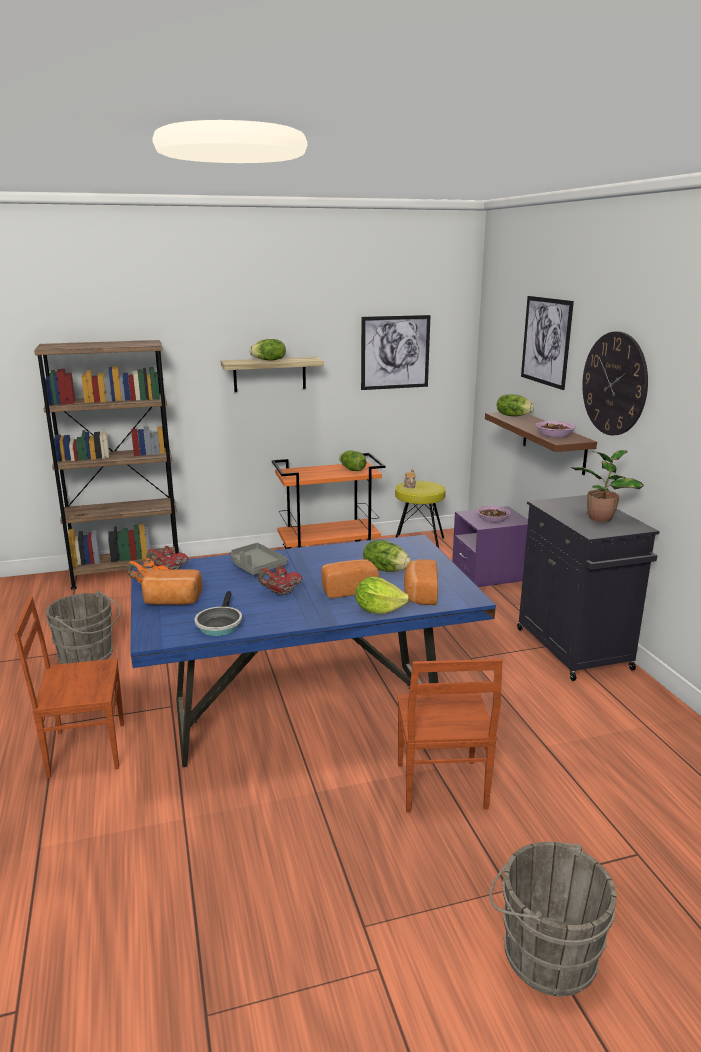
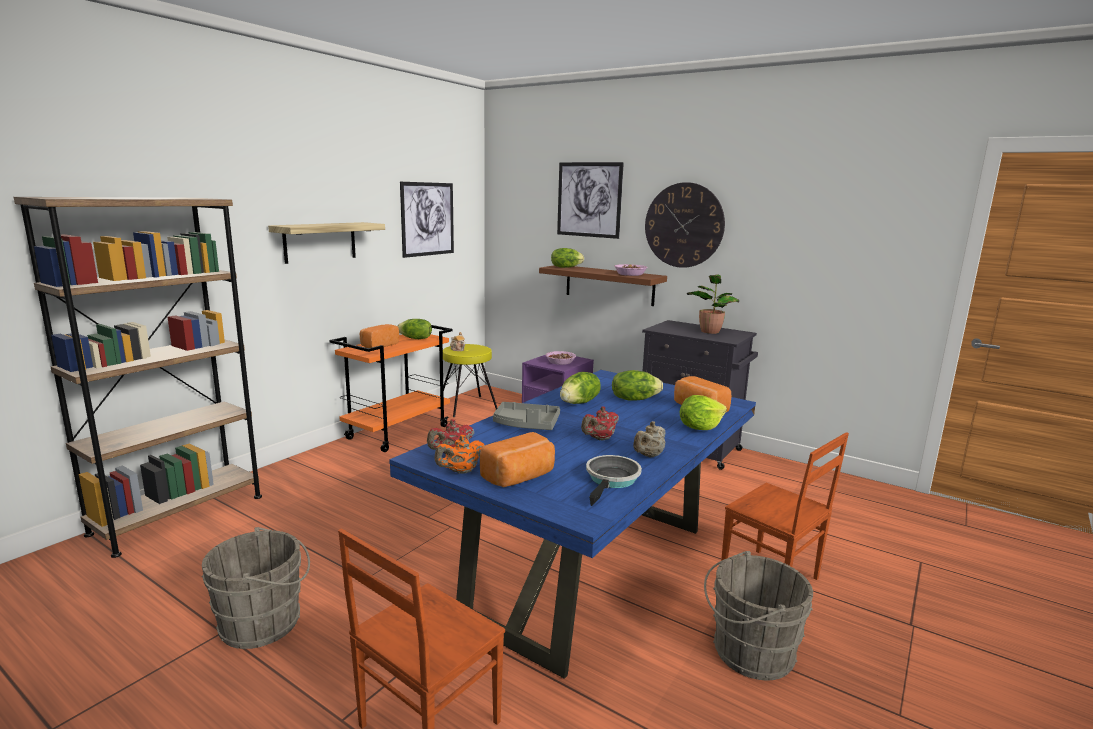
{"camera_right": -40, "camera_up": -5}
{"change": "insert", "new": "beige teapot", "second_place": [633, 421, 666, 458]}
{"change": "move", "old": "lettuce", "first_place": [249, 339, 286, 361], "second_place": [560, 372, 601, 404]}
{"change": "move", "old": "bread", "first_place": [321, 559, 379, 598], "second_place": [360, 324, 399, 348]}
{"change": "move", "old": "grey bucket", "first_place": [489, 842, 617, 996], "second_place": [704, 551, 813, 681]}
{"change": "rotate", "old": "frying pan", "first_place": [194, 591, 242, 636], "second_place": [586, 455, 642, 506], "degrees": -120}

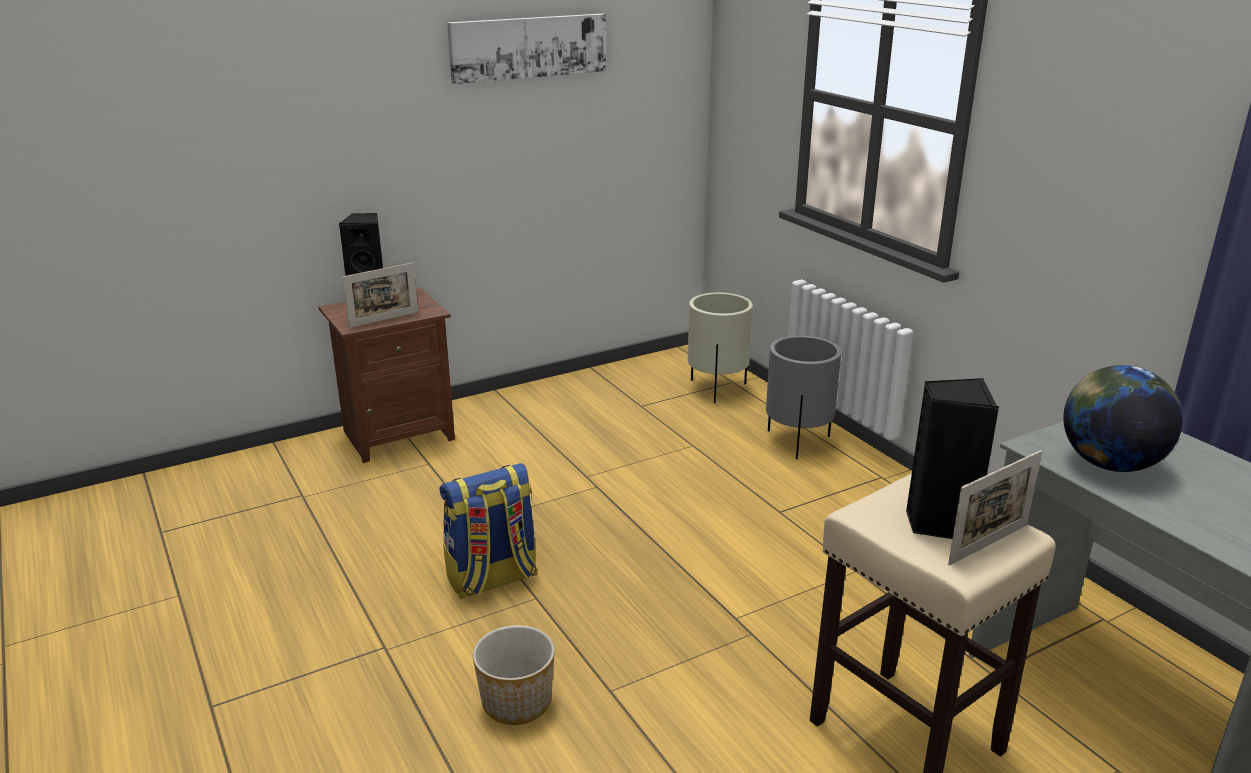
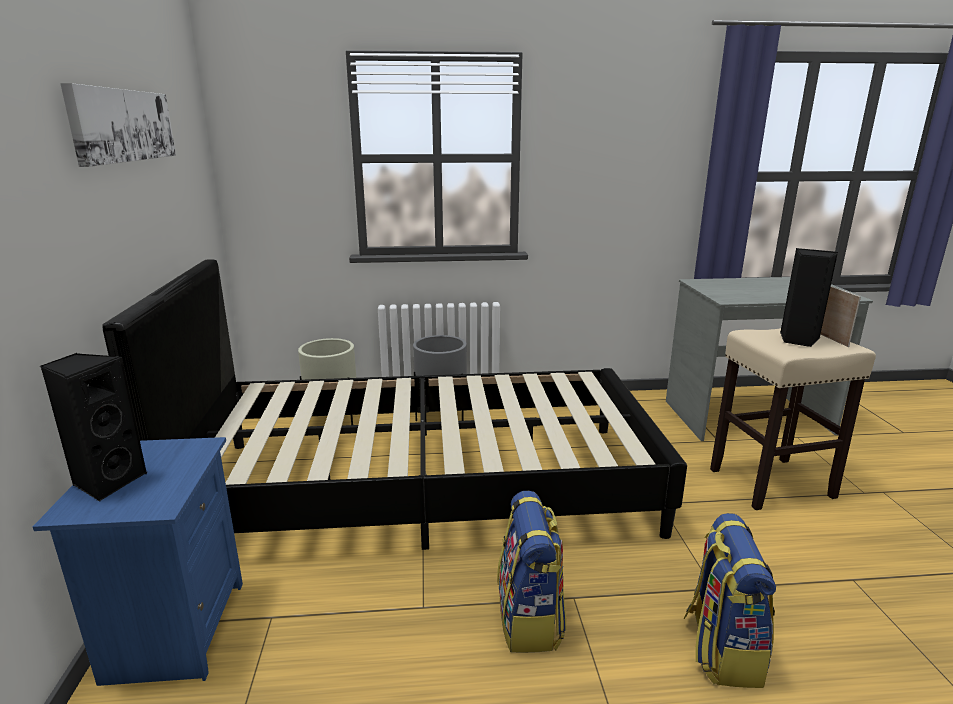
{"camera_right": -65, "camera_up": -5}
{"change": "delete", "old": "picture frame", "first_place": [342, 263, 418, 328]}
{"change": "delete", "old": "globe", "first_place": [1063, 365, 1183, 472]}
{"change": "insert", "new": "black bed", "second_place": [103, 259, 687, 550]}
{"change": "replace", "old": "planter", "new": "backpack", "first_place": [473, 625, 555, 725], "second_place": [684, 513, 776, 688]}
{"change": "recolor", "old": "brown nightstand", "new": "blue nightstand", "first_place": [319, 288, 455, 463], "second_place": [33, 437, 243, 686]}

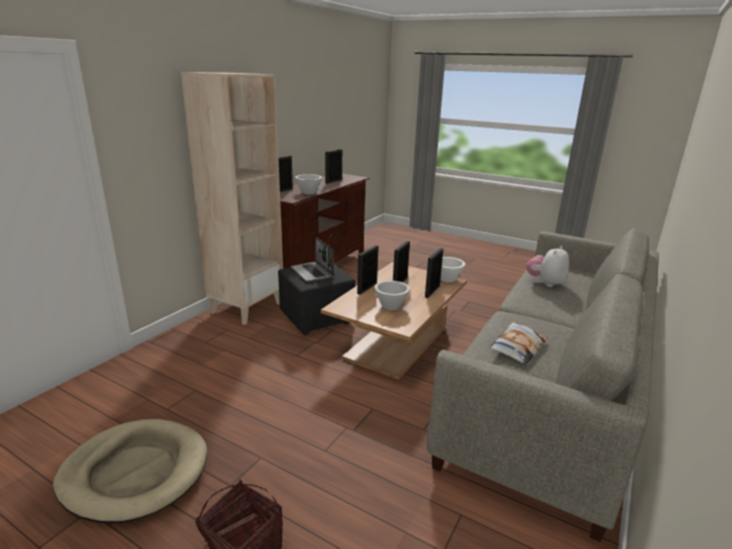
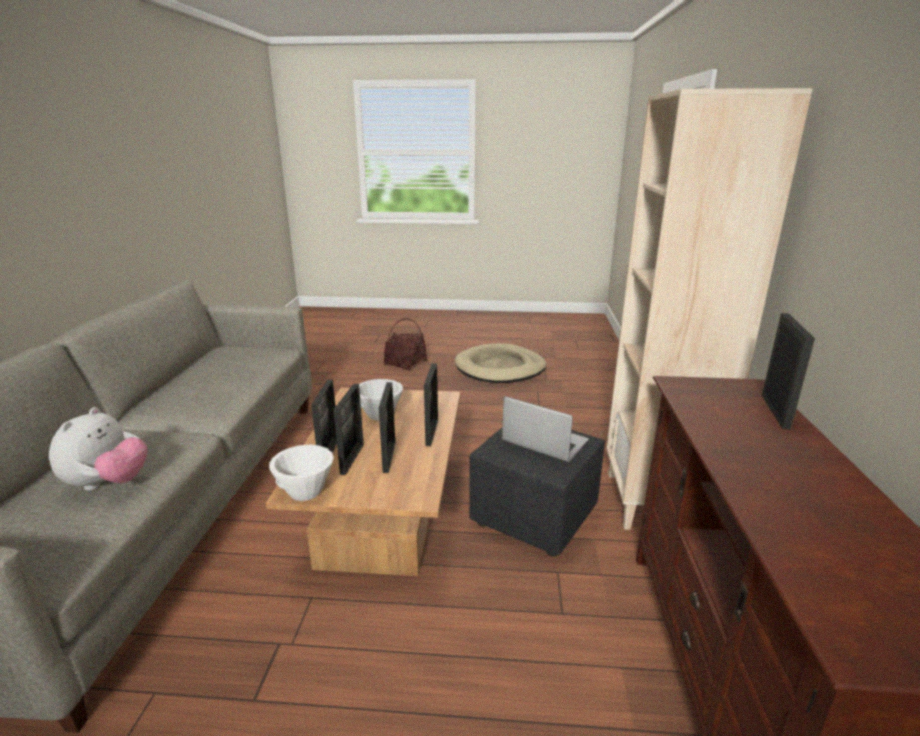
{"camera_right": 155, "camera_up": 0}
{"change": "delete", "old": "white bowl", "first_place": [295, 174, 322, 194]}
{"change": "delete", "old": "pillow", "first_place": [489, 322, 547, 365]}
{"change": "move", "old": "picture frame", "first_place": [325, 149, 342, 184], "second_place": [334, 384, 364, 475]}

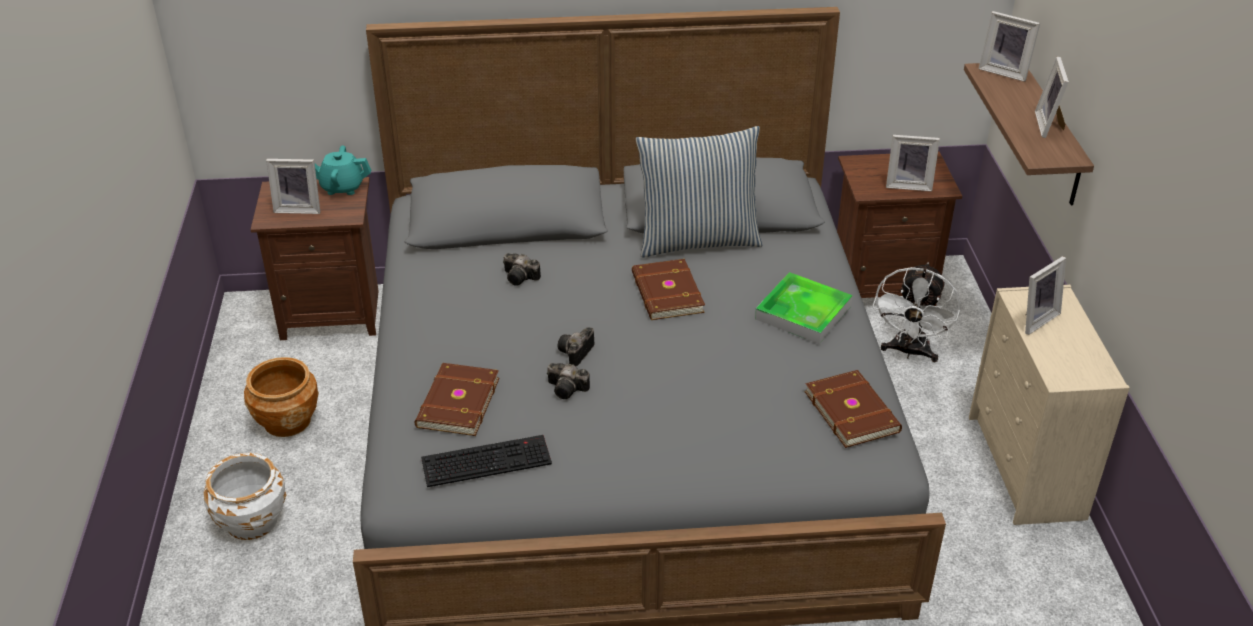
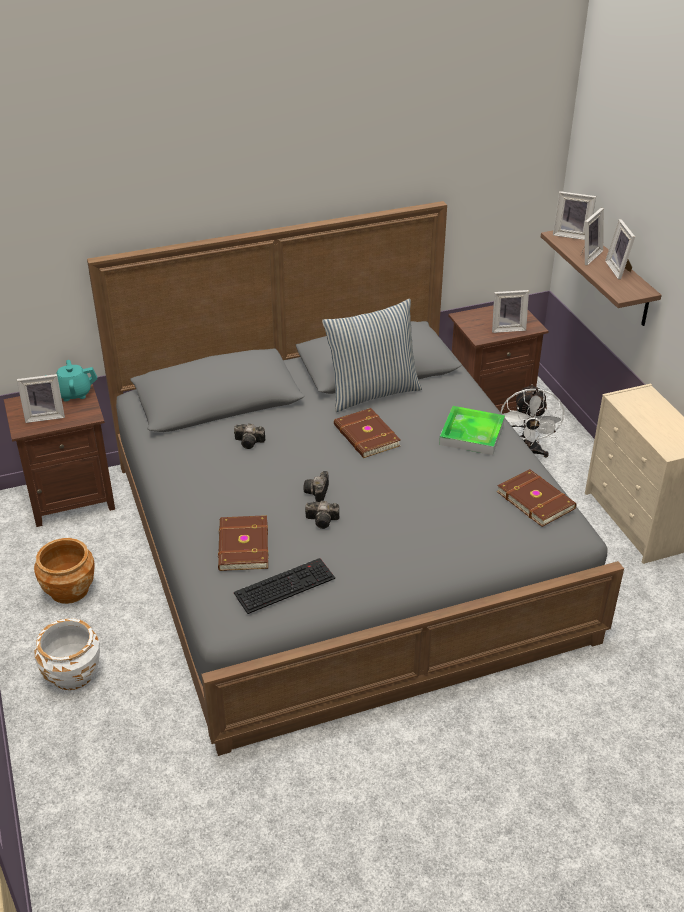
{"camera_right": -15, "camera_up": 0}
{"change": "move", "old": "picture frame", "first_place": [1025, 256, 1066, 335], "second_place": [581, 208, 604, 265]}

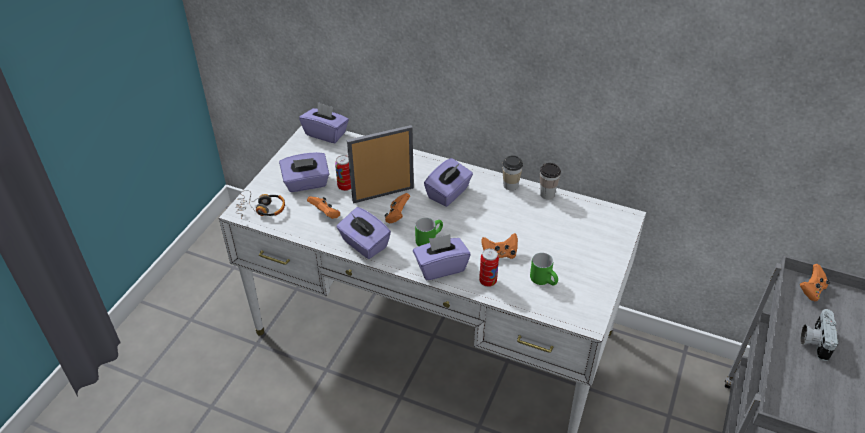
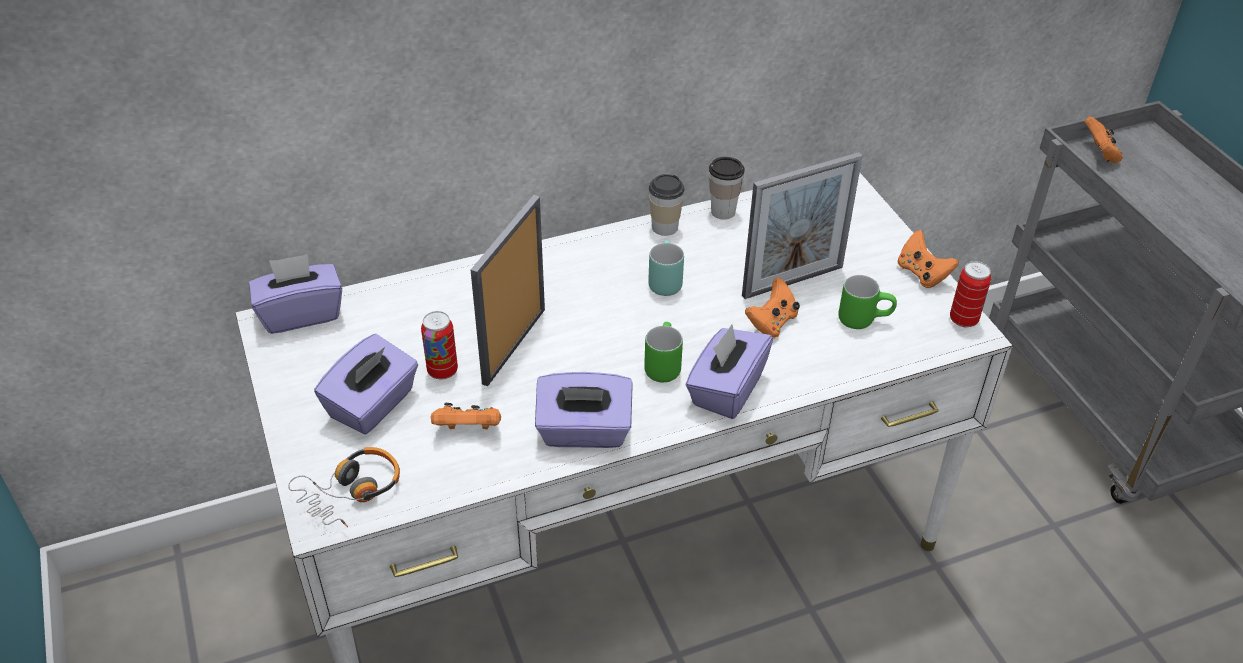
{"camera_right": -45, "camera_up": 0}
{"change": "delete", "old": "purple tissue box", "first_place": [424, 158, 473, 207]}
{"change": "delete", "old": "photo camera", "first_place": [800, 309, 839, 361]}
{"change": "insert", "new": "turquoise mug", "second_place": [648, 240, 684, 296]}
{"change": "insert", "new": "picture frame", "second_place": [742, 152, 862, 299]}
{"change": "move", "old": "orange game controller", "first_place": [385, 193, 410, 223], "second_place": [898, 230, 959, 288]}
{"change": "move", "old": "can", "first_place": [479, 248, 499, 287], "second_place": [950, 261, 991, 327]}

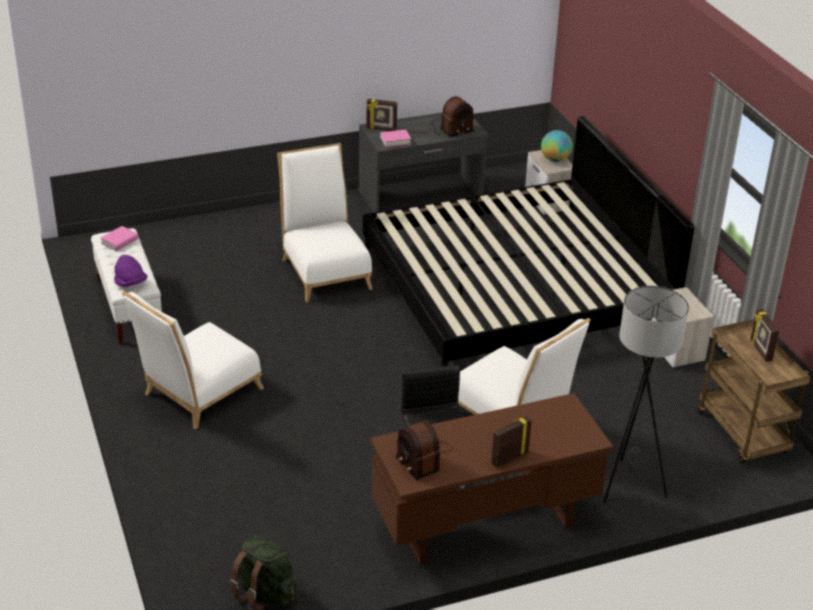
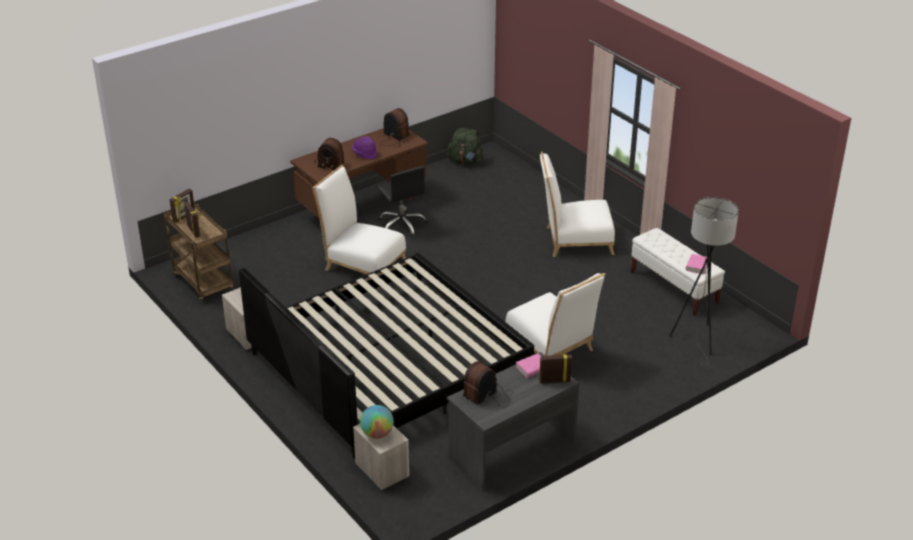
{"camera_right": 165, "camera_up": 0}
{"change": "insert", "new": "radio", "second_place": [314, 138, 344, 170]}
{"change": "move", "old": "purple hat", "first_place": [114, 255, 147, 287], "second_place": [352, 136, 377, 159]}
{"change": "move", "old": "picture frame", "first_place": [491, 416, 532, 468], "second_place": [170, 189, 195, 223]}
{"change": "move", "old": "grey floor lamp", "first_place": [603, 286, 689, 503], "second_place": [670, 197, 739, 366]}
{"change": "rotate", "old": "white chair", "first_place": [122, 291, 264, 429], "second_place": [540, 152, 615, 257], "degrees": -120}

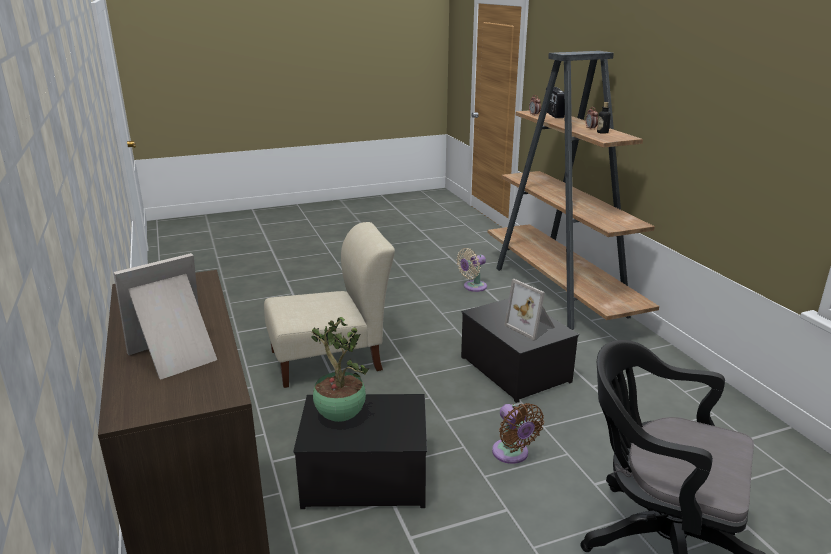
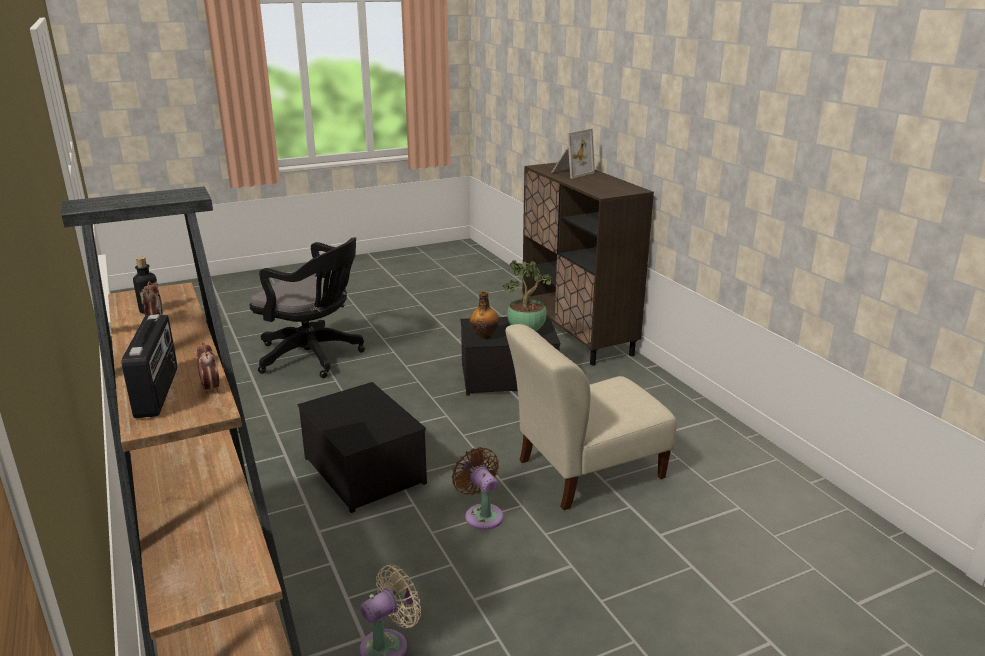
{"camera_right": 175, "camera_up": 0}
{"change": "delete", "old": "picture frame", "first_place": [504, 279, 555, 341]}
{"change": "insert", "new": "bottle", "second_place": [470, 291, 499, 340]}
{"change": "move", "old": "brown fan", "first_place": [492, 403, 544, 464], "second_place": [452, 447, 504, 530]}

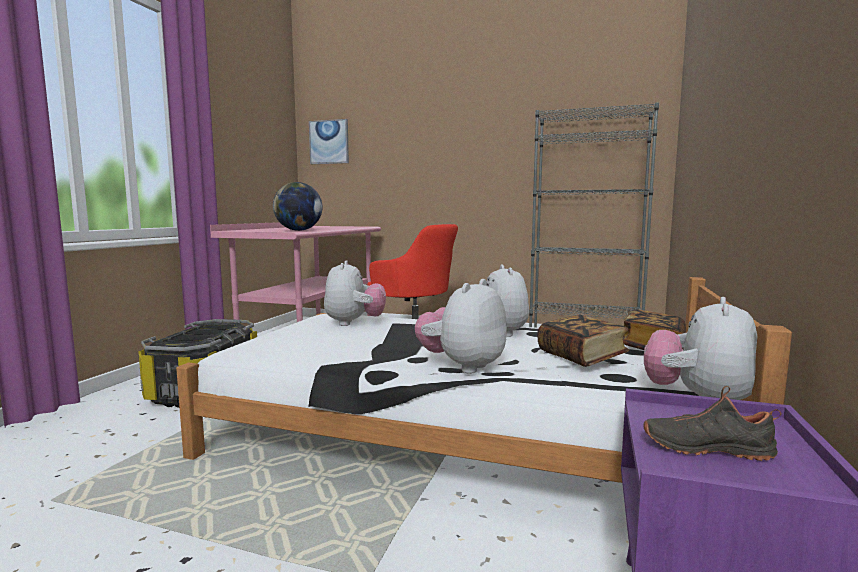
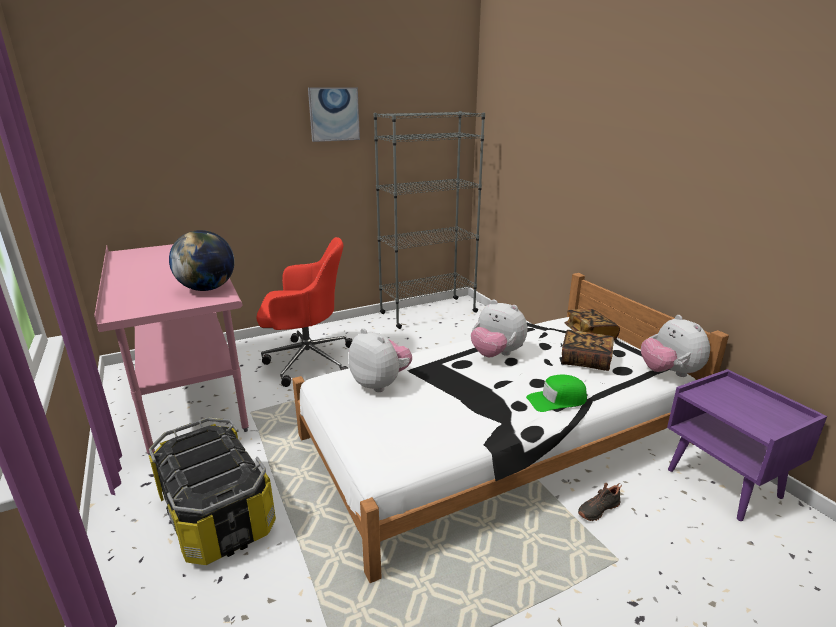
{"camera_right": -45, "camera_up": 15}
{"change": "move", "old": "picture", "first_place": [309, 119, 349, 164], "second_place": [308, 87, 360, 142]}
{"change": "move", "old": "black shoe", "first_place": [644, 386, 781, 461], "second_place": [578, 483, 622, 521]}
{"change": "replace", "old": "plush toy", "new": "green cap", "first_place": [415, 279, 507, 373], "second_place": [526, 375, 587, 412]}

